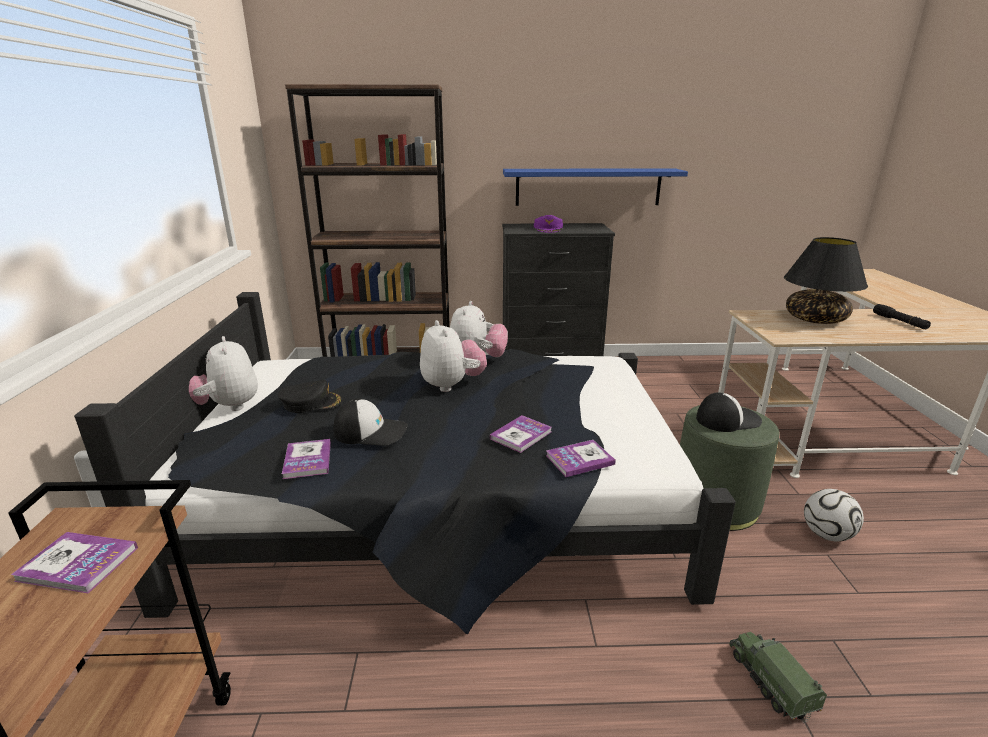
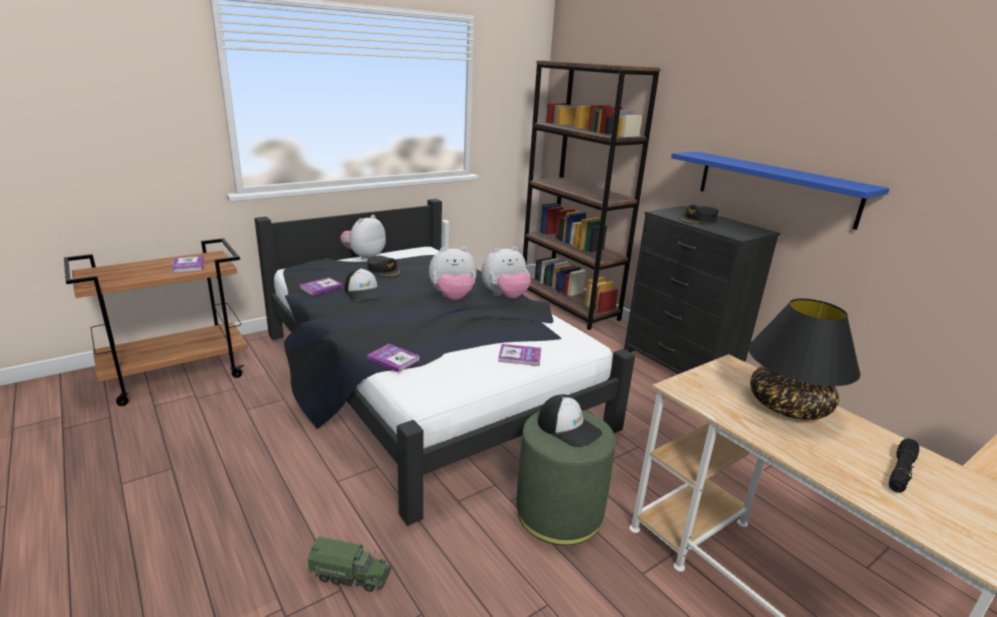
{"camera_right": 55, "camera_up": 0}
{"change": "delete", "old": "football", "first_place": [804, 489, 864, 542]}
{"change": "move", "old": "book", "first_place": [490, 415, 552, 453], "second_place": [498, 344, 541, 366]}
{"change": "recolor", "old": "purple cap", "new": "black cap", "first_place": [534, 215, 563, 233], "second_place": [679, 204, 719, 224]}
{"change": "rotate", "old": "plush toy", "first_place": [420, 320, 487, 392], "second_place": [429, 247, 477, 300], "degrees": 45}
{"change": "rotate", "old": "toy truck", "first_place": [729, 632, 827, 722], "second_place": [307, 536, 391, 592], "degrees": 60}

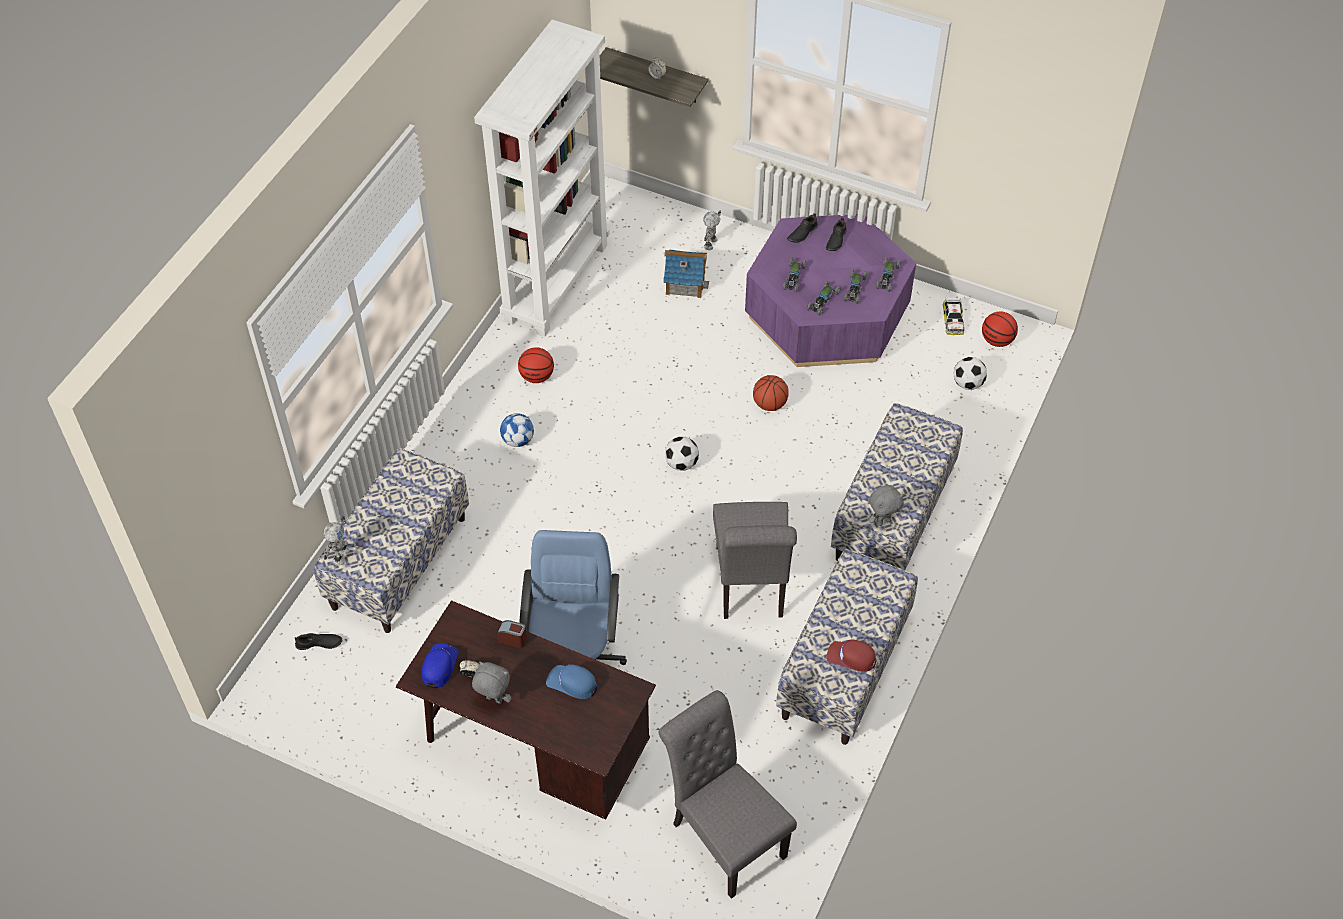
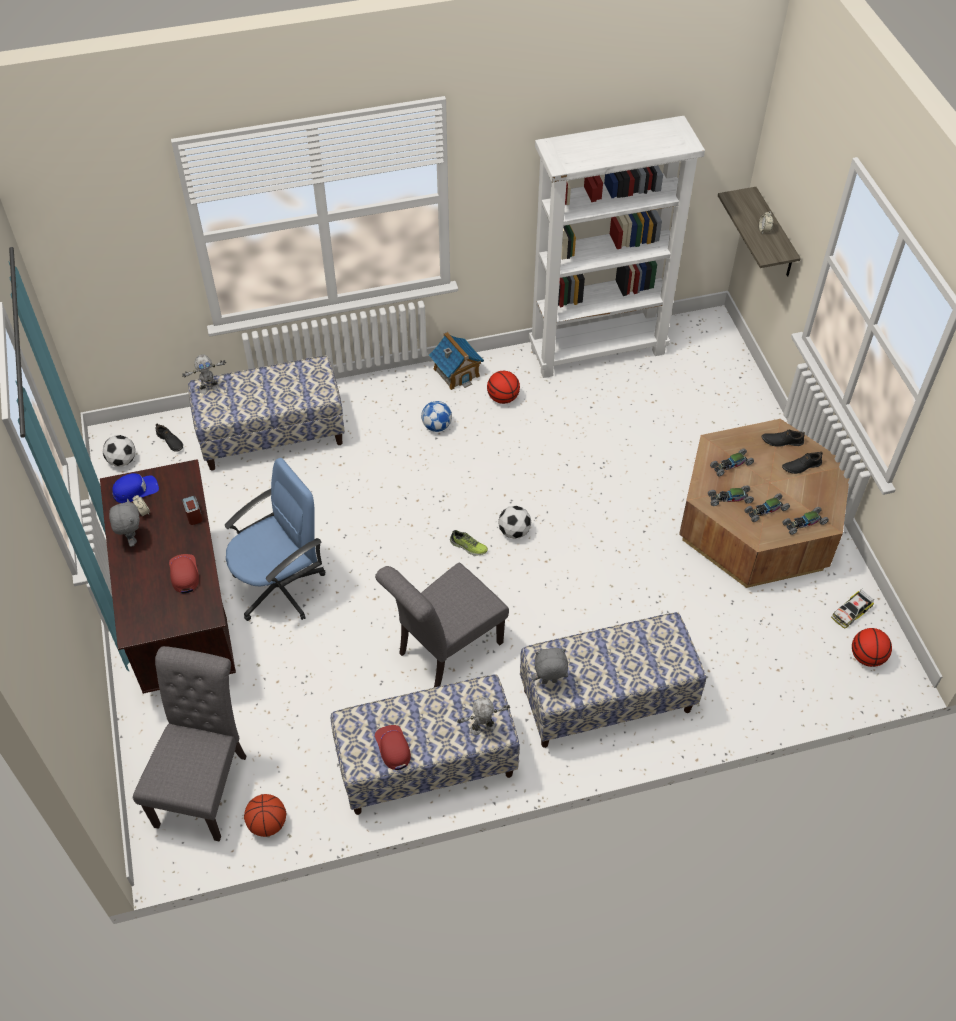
{"camera_right": 50, "camera_up": 0}
{"change": "insert", "new": "shoe", "second_place": [450, 530, 488, 556]}
{"change": "move", "old": "toy house", "first_place": [664, 249, 709, 298], "second_place": [429, 332, 484, 390]}
{"change": "move", "old": "toy robot", "first_place": [703, 211, 721, 250], "second_place": [457, 697, 510, 735]}
{"change": "move", "old": "basketball", "first_place": [753, 375, 789, 411], "second_place": [244, 794, 286, 837]}
{"change": "move", "old": "football", "first_place": [954, 357, 987, 390], "second_place": [103, 435, 136, 467]}
{"change": "recolor", "old": "blue cap", "new": "red cap", "first_place": [546, 664, 597, 699], "second_place": [169, 554, 199, 593]}
{"change": "recolor", "old": "purple coffee table", "new": "brown coffee table", "first_place": [745, 214, 916, 367], "second_place": [679, 419, 849, 588]}
{"change": "rotate", "old": "grey plush toy", "first_place": [868, 485, 904, 526], "second_place": [532, 648, 568, 684], "degrees": 150}

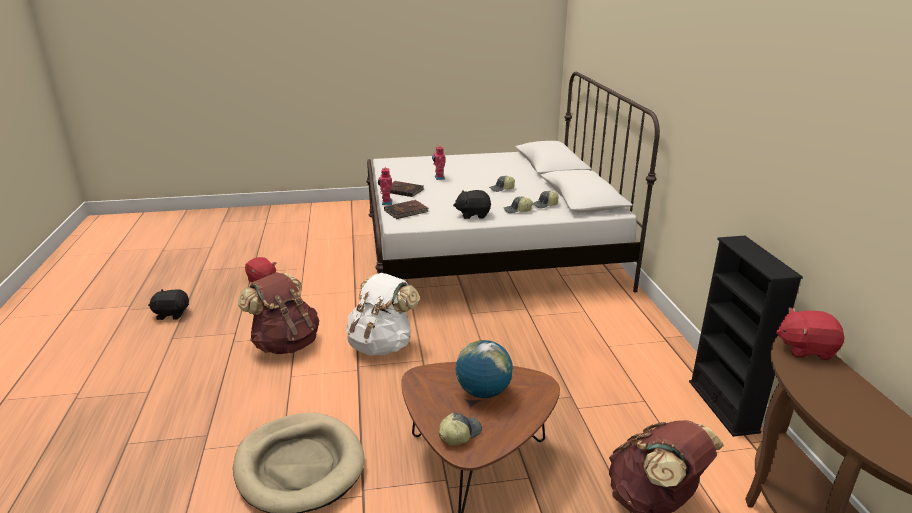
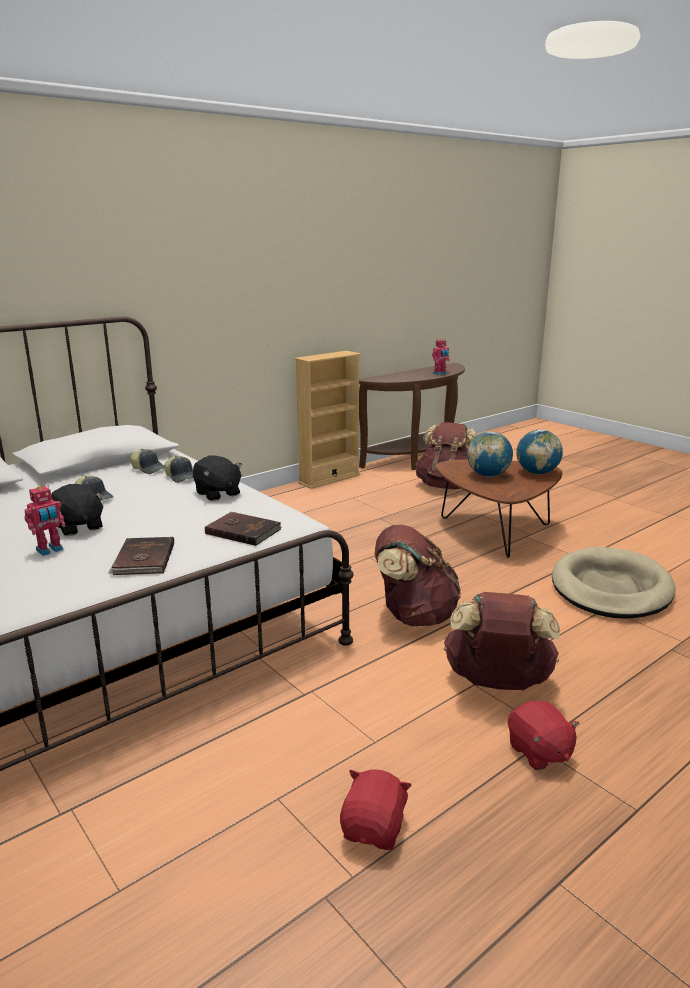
{"camera_right": -120, "camera_up": -5}
{"change": "move", "old": "black plush toy", "first_place": [148, 289, 189, 320], "second_place": [51, 484, 104, 536]}
{"change": "move", "old": "toy robot", "first_place": [378, 168, 392, 205], "second_place": [432, 339, 450, 375]}
{"change": "move", "old": "red plush toy", "first_place": [776, 307, 844, 360], "second_place": [508, 700, 580, 770]}
{"change": "replace", "old": "cap", "new": "globe", "first_place": [439, 413, 482, 445], "second_place": [516, 430, 563, 475]}
{"change": "recolor", "old": "white backpack", "new": "brown backpack", "first_place": [346, 273, 419, 356], "second_place": [374, 524, 461, 626]}
{"change": "recolor", "old": "black bookcase", "new": "beige bookcase", "first_place": [689, 236, 803, 437], "second_place": [295, 351, 361, 489]}

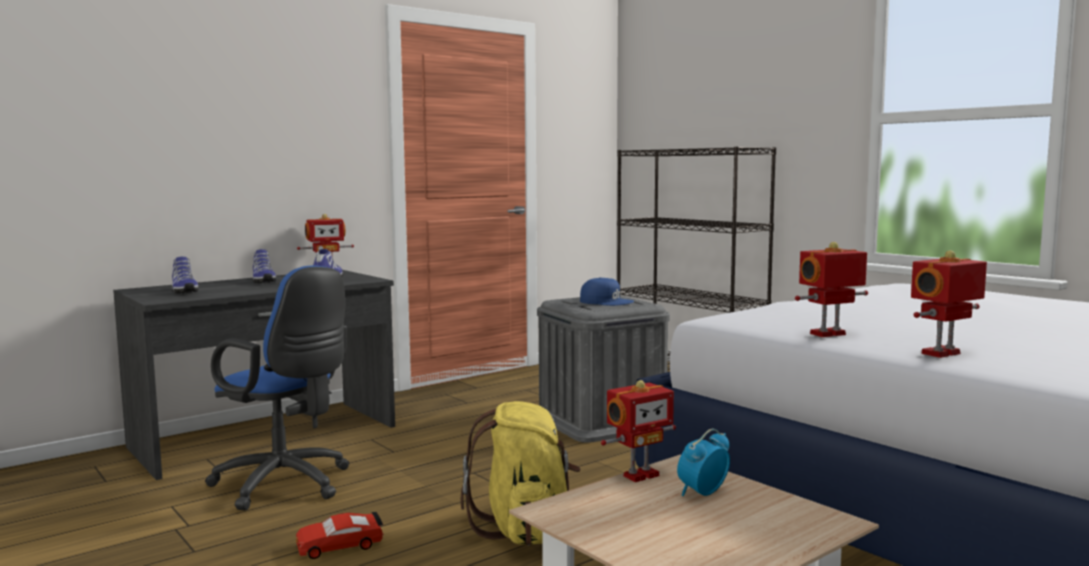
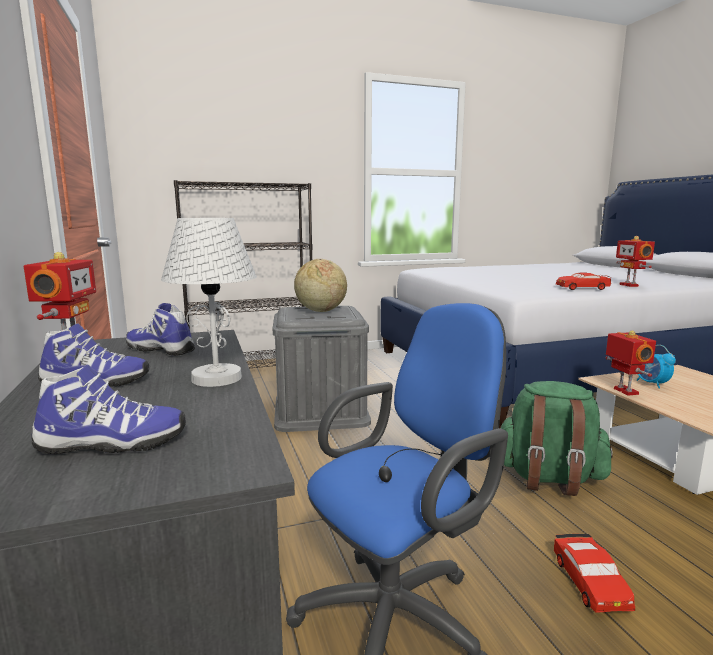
{"camera_right": -70, "camera_up": 5}
{"change": "insert", "new": "white table lamp", "second_place": [161, 218, 257, 387]}
{"change": "replace", "old": "blue cap", "new": "globe", "first_place": [580, 277, 634, 306], "second_place": [294, 259, 347, 312]}
{"change": "replace", "old": "toy robot", "new": "red toy car", "first_place": [795, 242, 868, 337], "second_place": [556, 272, 611, 290]}
{"change": "recolor", "old": "yellow backpack", "new": "green backpack", "first_place": [461, 401, 581, 546], "second_place": [500, 381, 613, 496]}

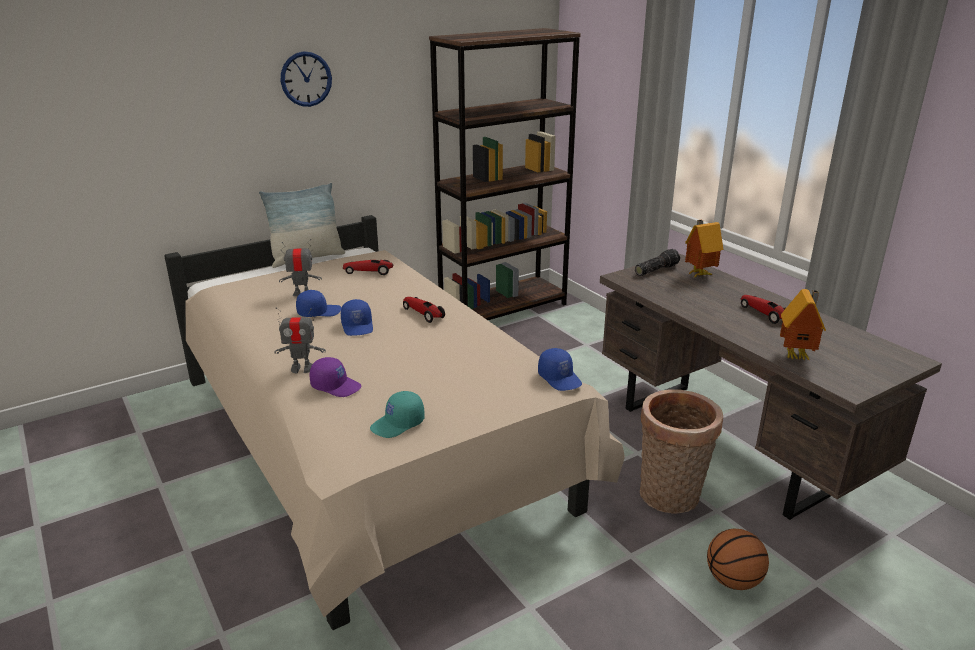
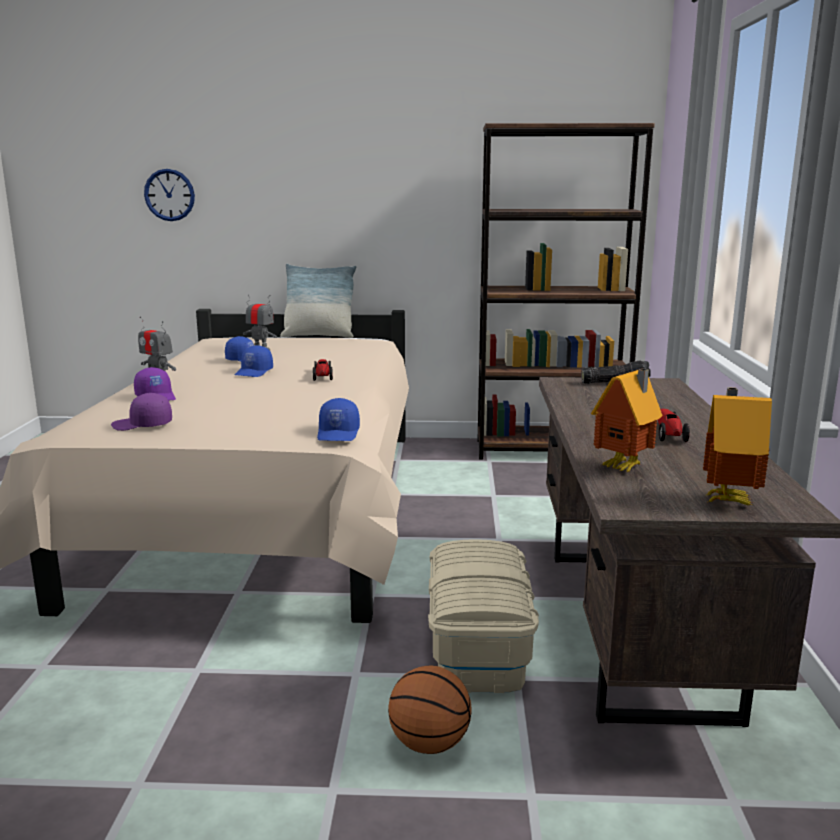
{"camera_right": 35, "camera_up": -10}
{"change": "delete", "old": "toy car", "first_place": [343, 260, 393, 275]}
{"change": "move", "old": "wall clock", "first_place": [281, 51, 332, 107], "second_place": [144, 169, 195, 221]}
{"change": "move", "old": "toy house", "first_place": [685, 220, 724, 277], "second_place": [703, 387, 772, 505]}
{"change": "replace", "old": "basket", "new": "beige storage box", "first_place": [640, 389, 723, 514], "second_place": [428, 539, 539, 693]}
{"change": "recolor", "old": "turquoise cap", "new": "purple cap", "first_place": [370, 391, 425, 438], "second_place": [111, 393, 172, 431]}

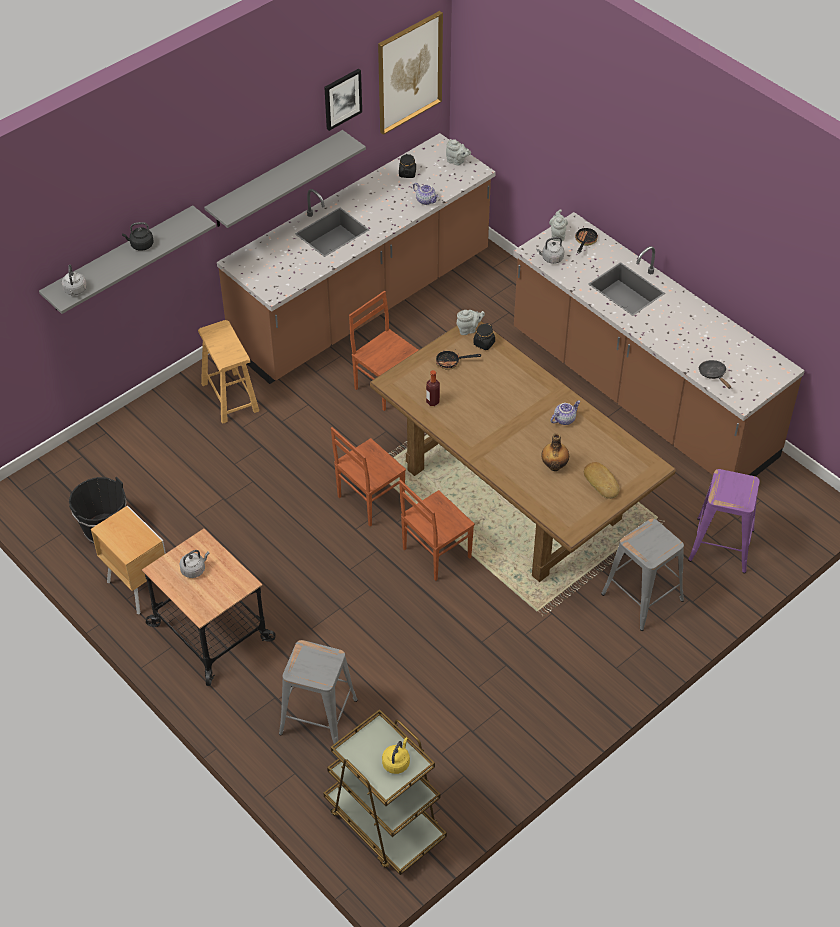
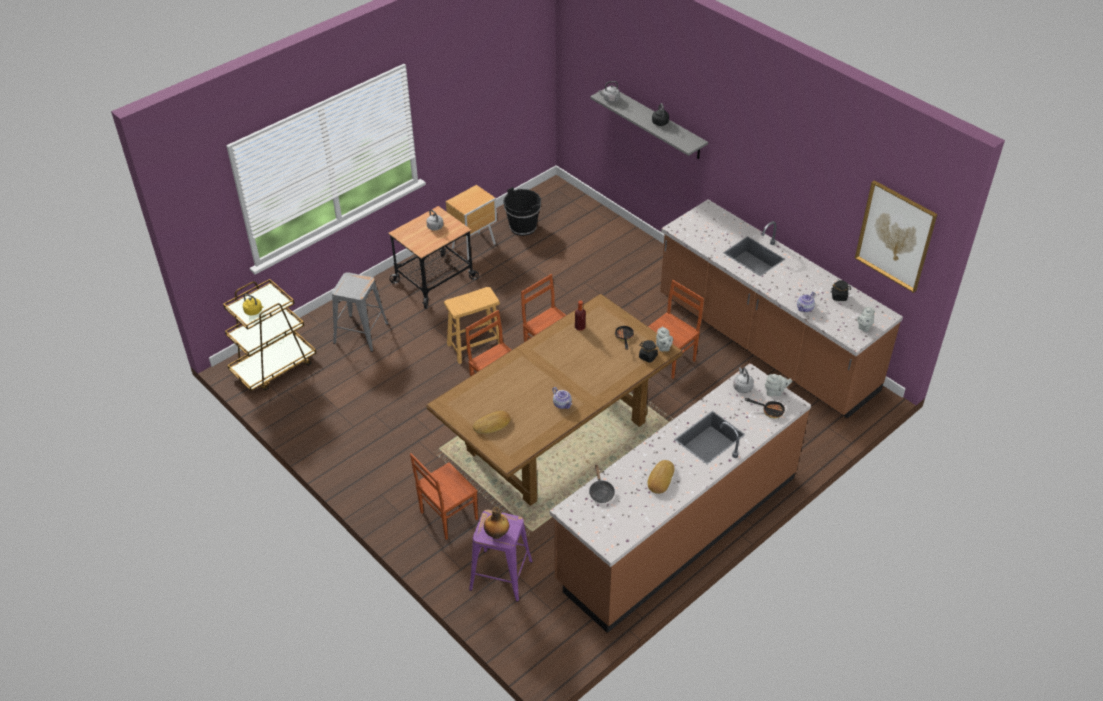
{"camera_right": 90, "camera_up": -5}
{"change": "delete", "old": "grey shelf", "first_place": [204, 130, 366, 228]}
{"change": "delete", "old": "picture", "first_place": [324, 68, 362, 131]}
{"change": "insert", "new": "bread", "second_place": [648, 460, 675, 494]}
{"change": "move", "old": "brown stool", "first_place": [198, 320, 259, 424], "second_place": [444, 287, 500, 364]}
{"change": "move", "old": "bottle", "first_place": [541, 433, 569, 471], "second_place": [484, 507, 509, 539]}
{"change": "replace", "old": "grey stool", "new": "brown chair", "first_place": [601, 519, 684, 631], "second_place": [410, 453, 478, 540]}
{"change": "rotate", "old": "black frying pan", "first_place": [699, 360, 731, 389], "second_place": [589, 465, 615, 503], "degrees": 105}

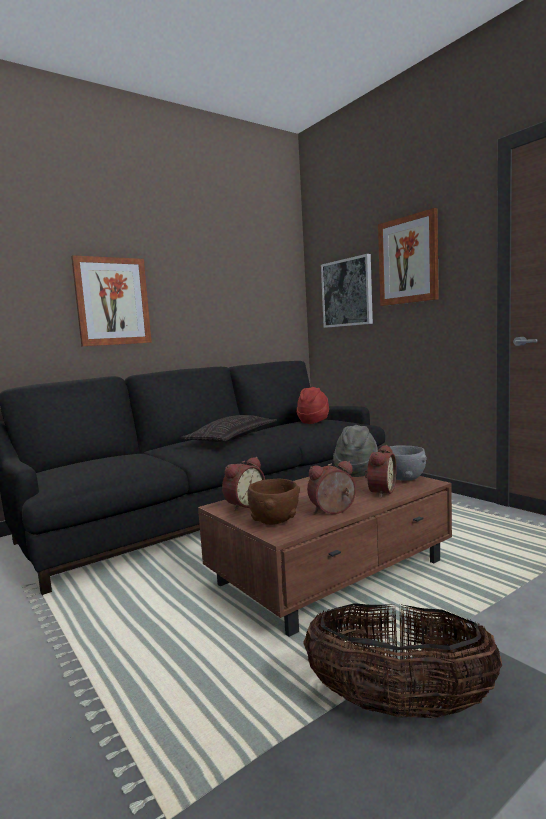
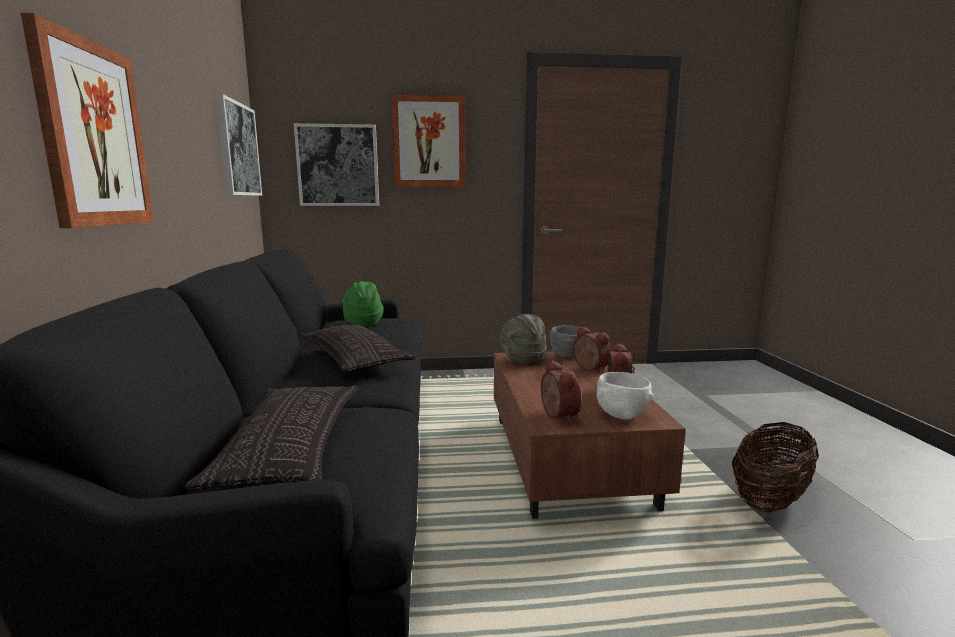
{"camera_right": -60, "camera_up": 5}
{"change": "insert", "new": "pillow", "second_place": [184, 385, 358, 491]}
{"change": "insert", "new": "picture", "second_place": [215, 94, 262, 196]}
{"change": "recolor", "old": "brown bowl", "new": "white bowl", "first_place": [248, 479, 300, 525], "second_place": [597, 372, 653, 420]}
{"change": "recolor", "old": "red hat", "new": "green hat", "first_place": [297, 387, 329, 424], "second_place": [343, 281, 384, 326]}

